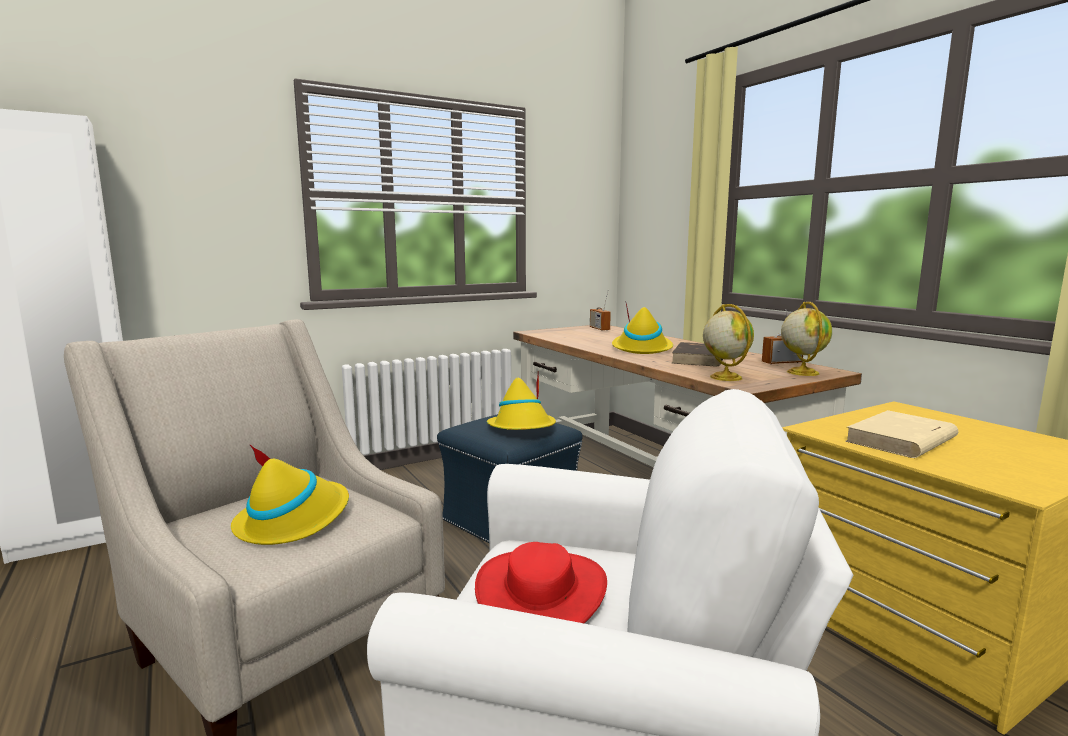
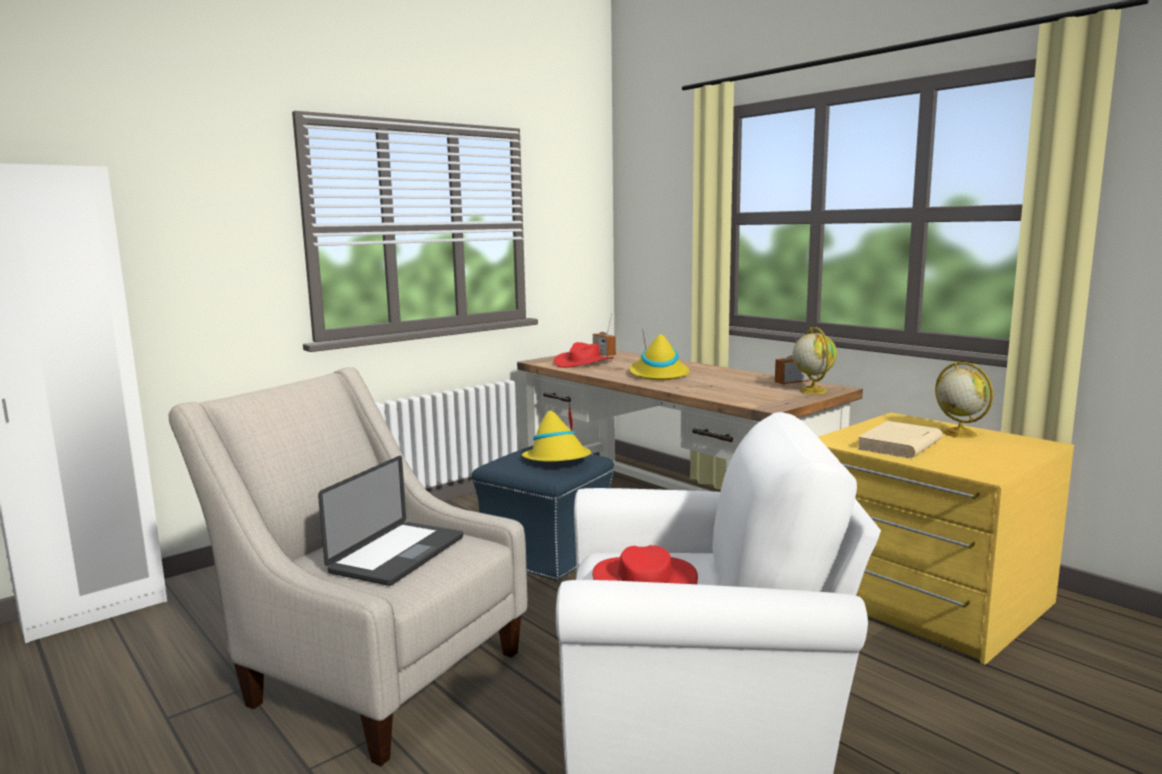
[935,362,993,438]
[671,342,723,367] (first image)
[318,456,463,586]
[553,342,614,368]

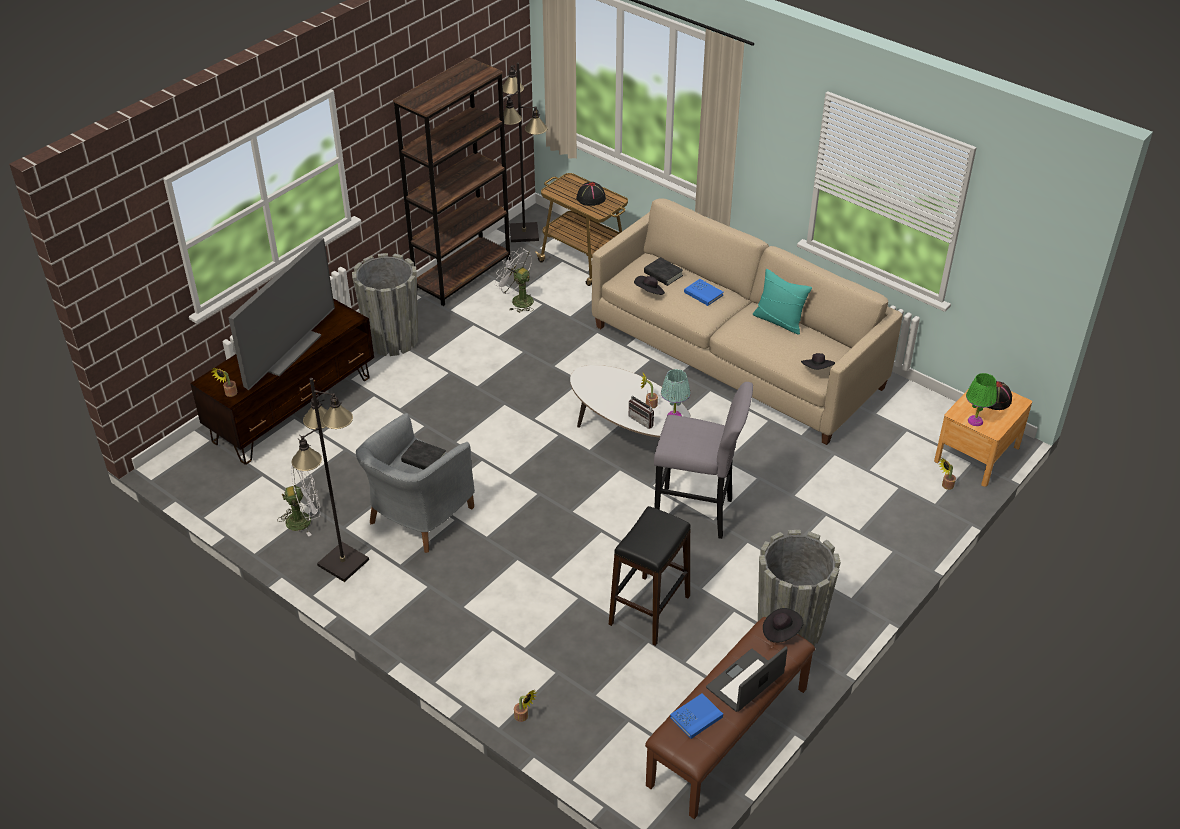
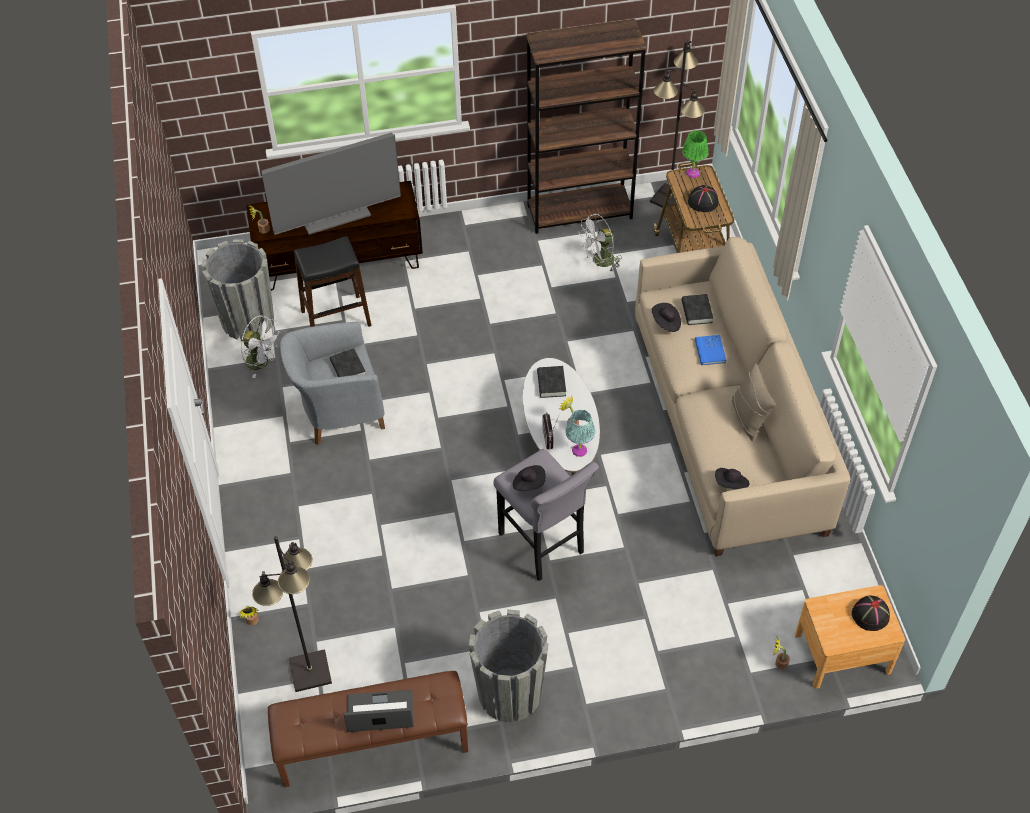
[579,214,622,271]
[201,239,274,340]
[732,362,776,441]
[682,130,709,178]
[252,536,332,692]
[294,236,372,327]
[512,465,546,491]
[670,693,723,739] (first image)
[537,366,566,398]

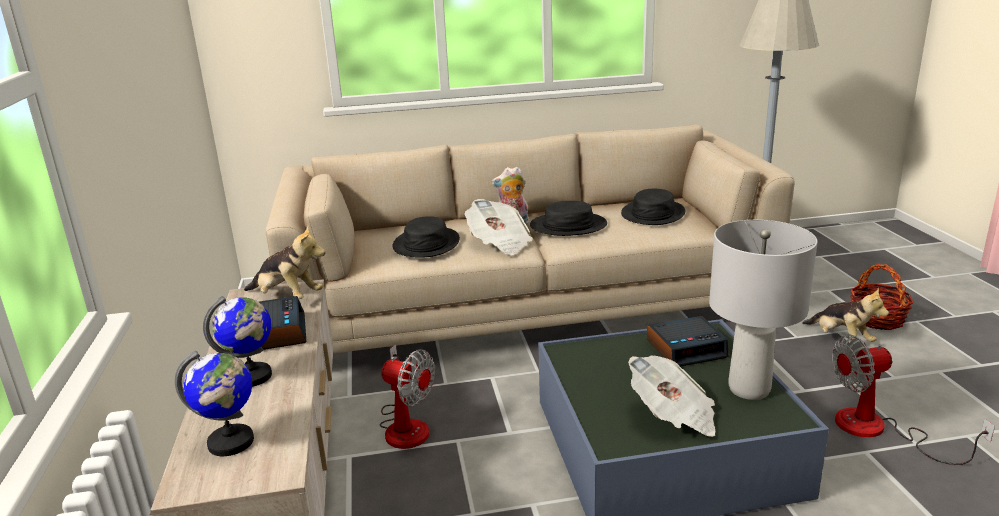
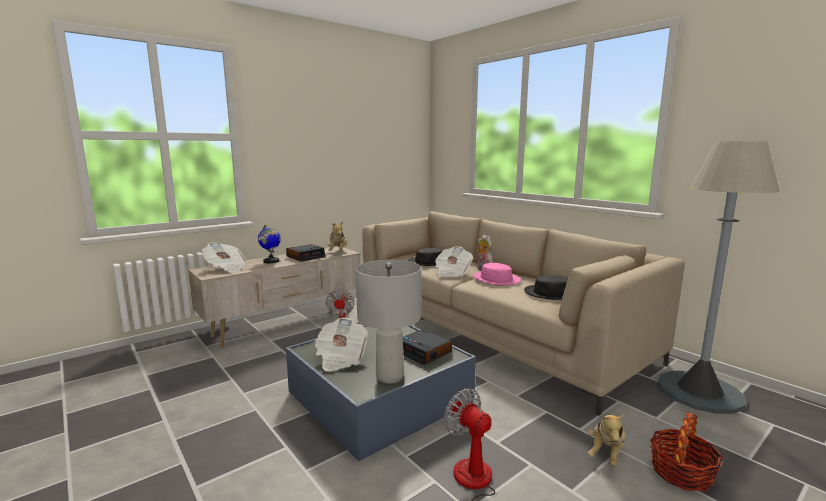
[473,263,521,285]
[202,242,248,273]

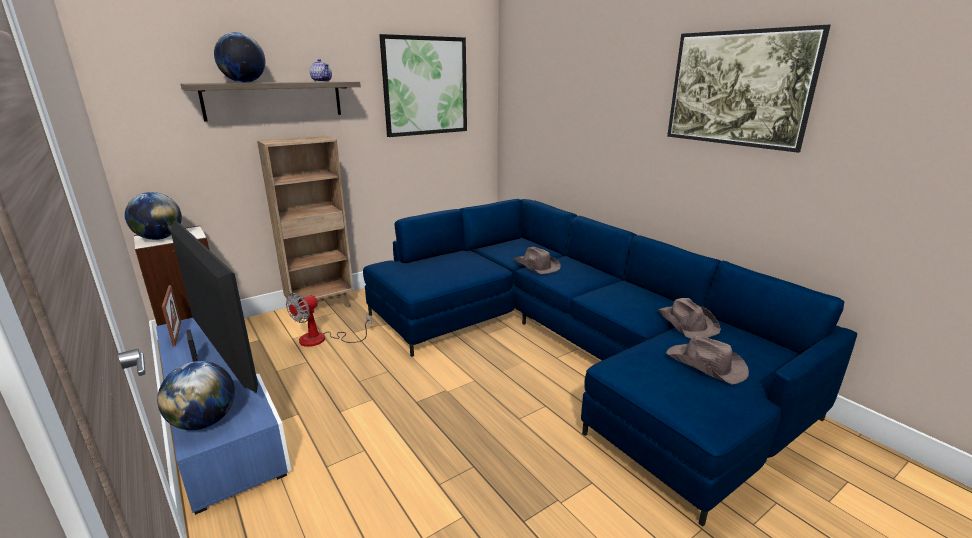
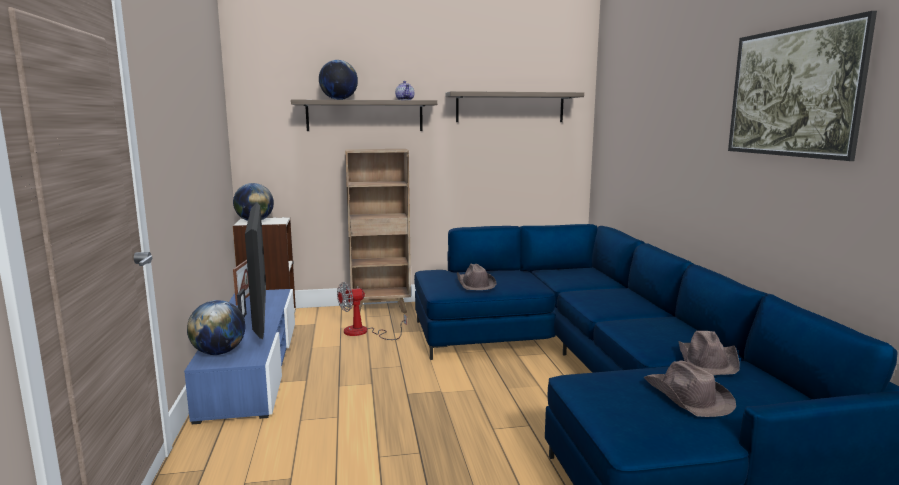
[445,91,584,122]
[457,263,496,290]

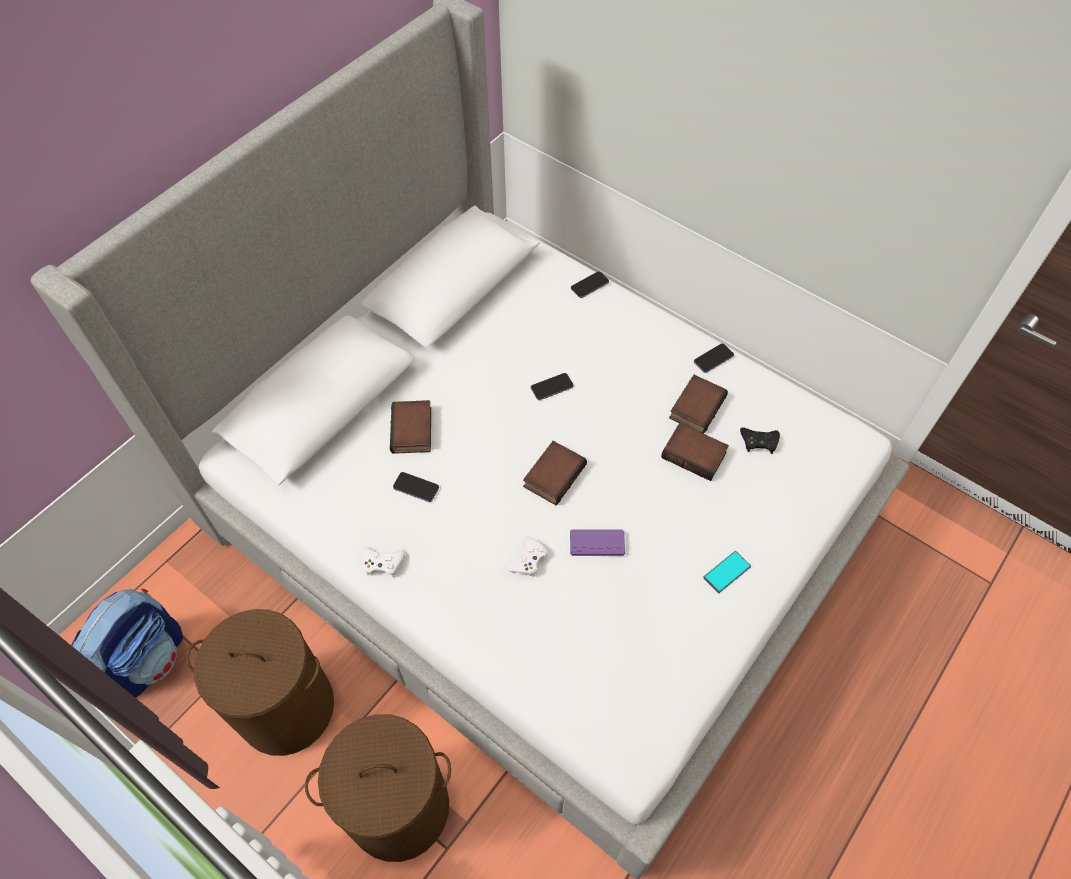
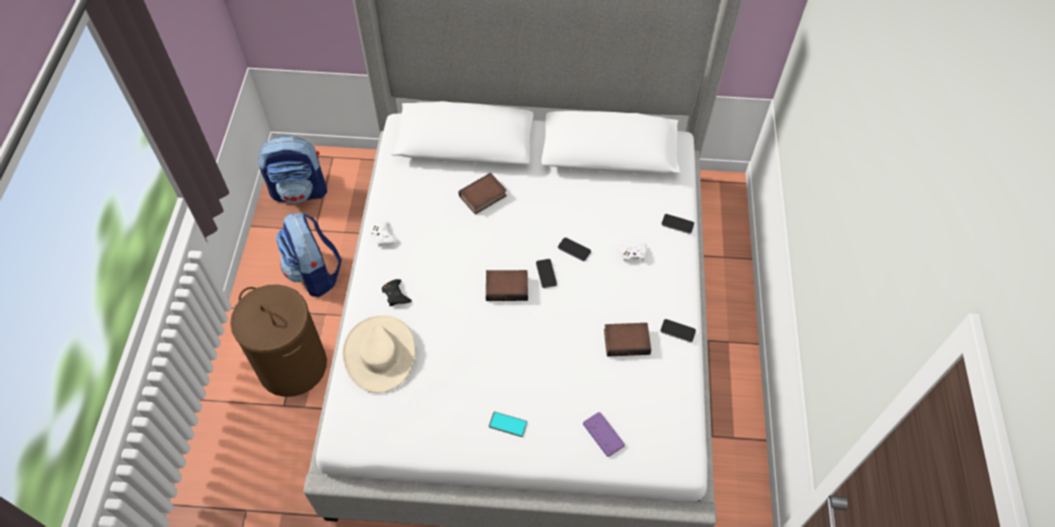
[661,423,729,481] (first image)
[382,279,412,306]
[536,259,557,288]
[583,412,625,457]
[617,243,647,263]
[276,213,342,297]
[342,315,416,393]

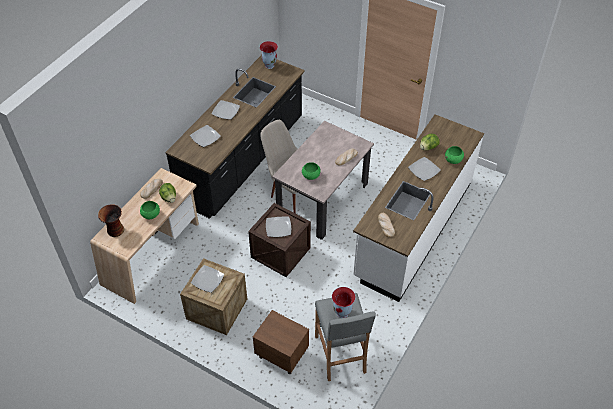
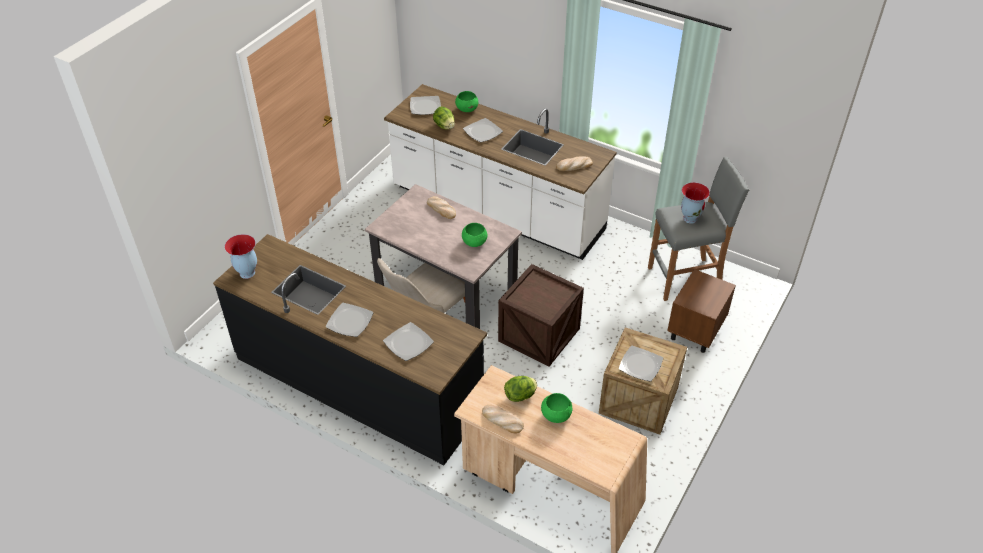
[98,204,124,237] (first image)
[410,96,441,115]

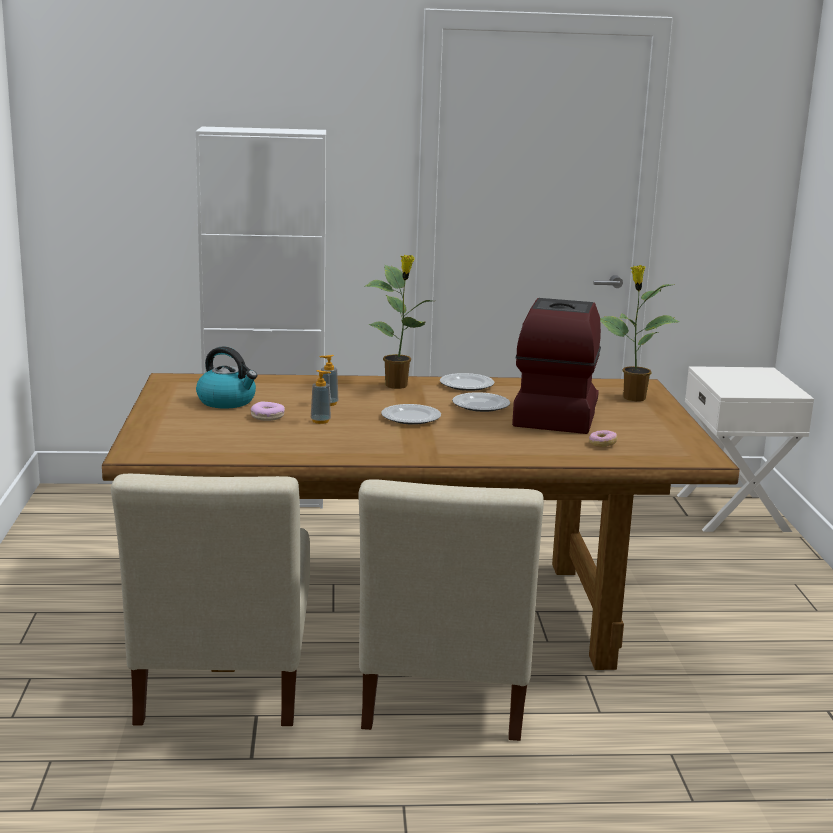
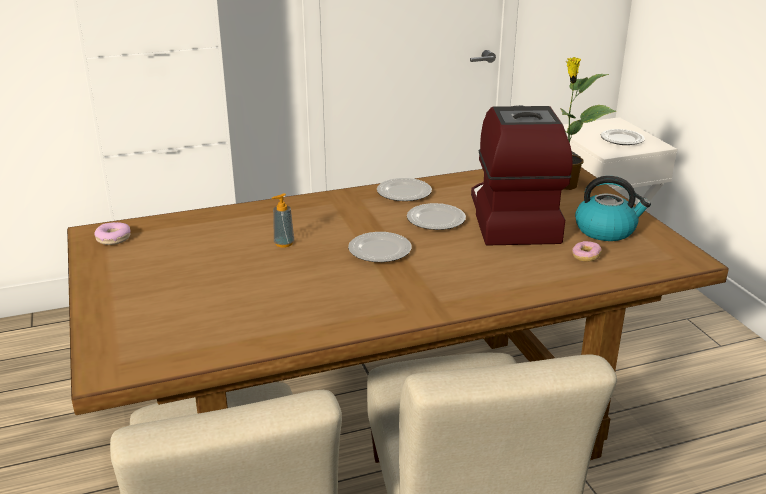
[365,254,431,389] (first image)
[575,176,651,241]
[311,370,331,424] (first image)
[95,222,131,245]
[601,129,645,145]

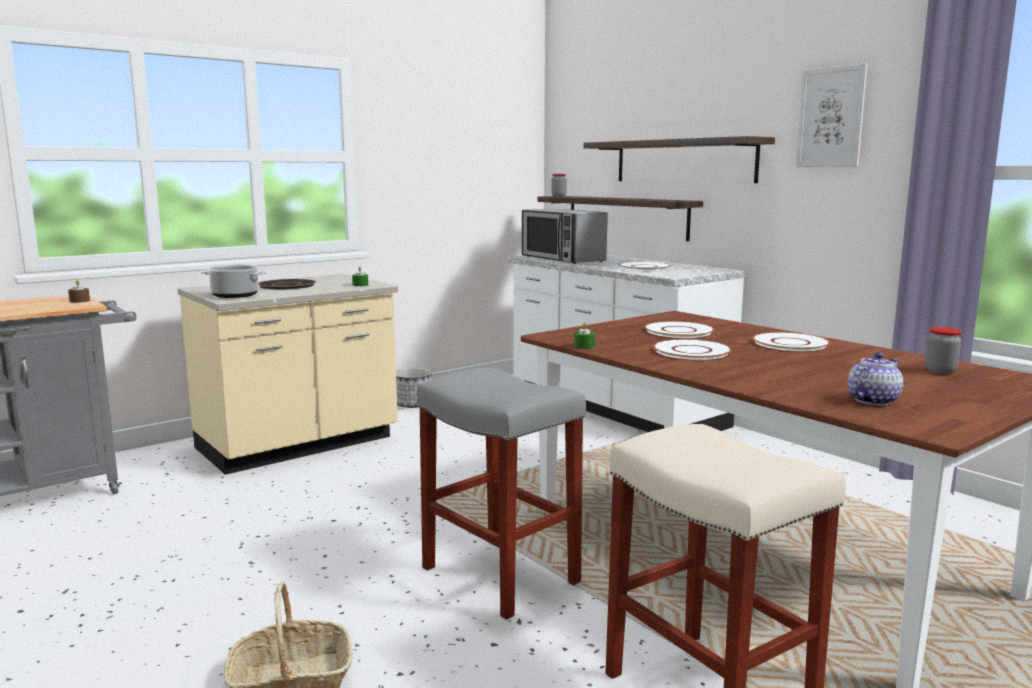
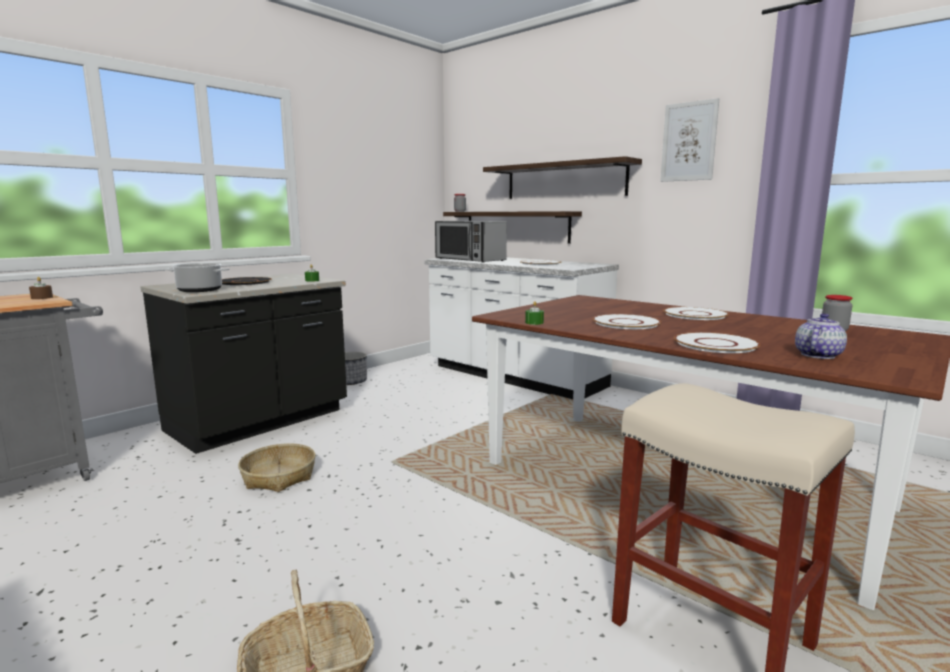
[141,274,347,454]
[674,332,760,353]
[417,368,586,620] (first image)
[238,443,316,492]

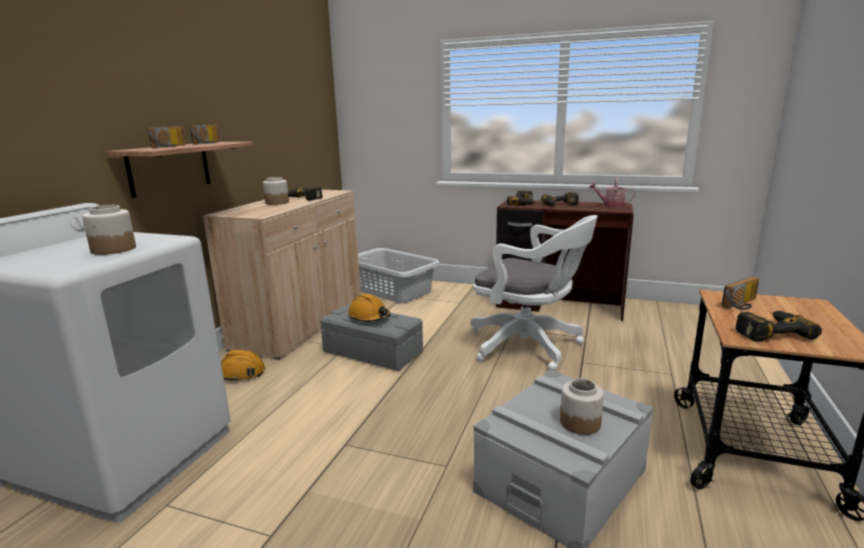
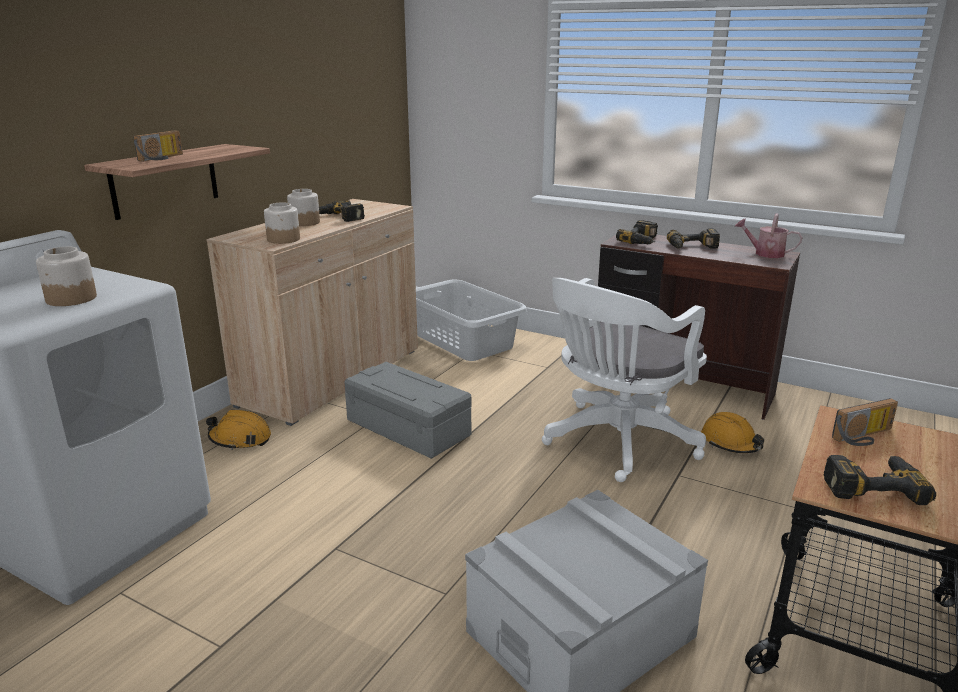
[190,125,220,145] (first image)
[542,278,707,482]
[701,412,764,453]
[264,202,300,244]

